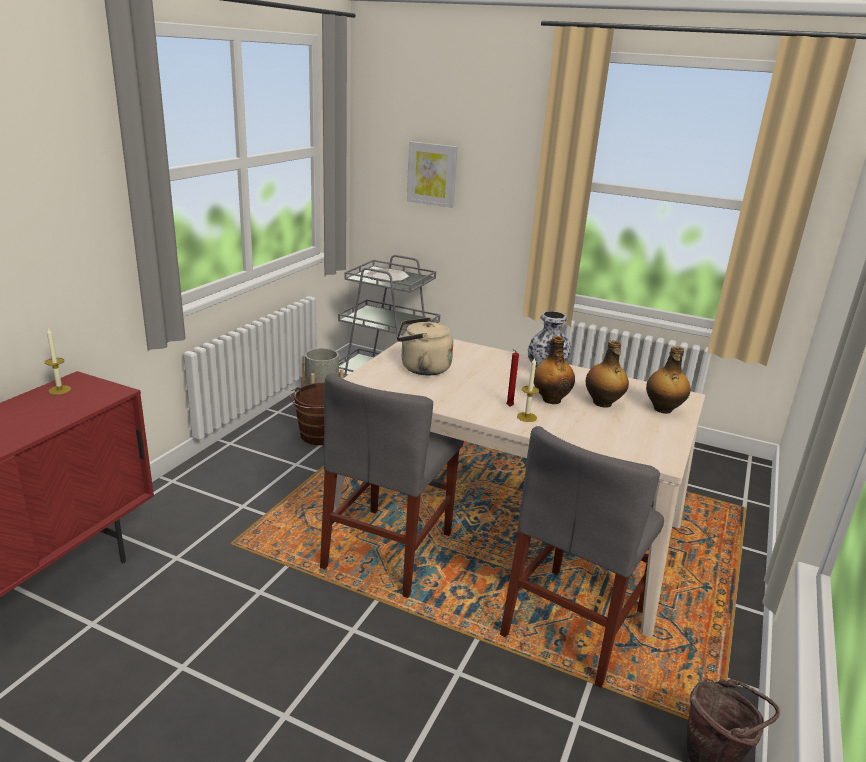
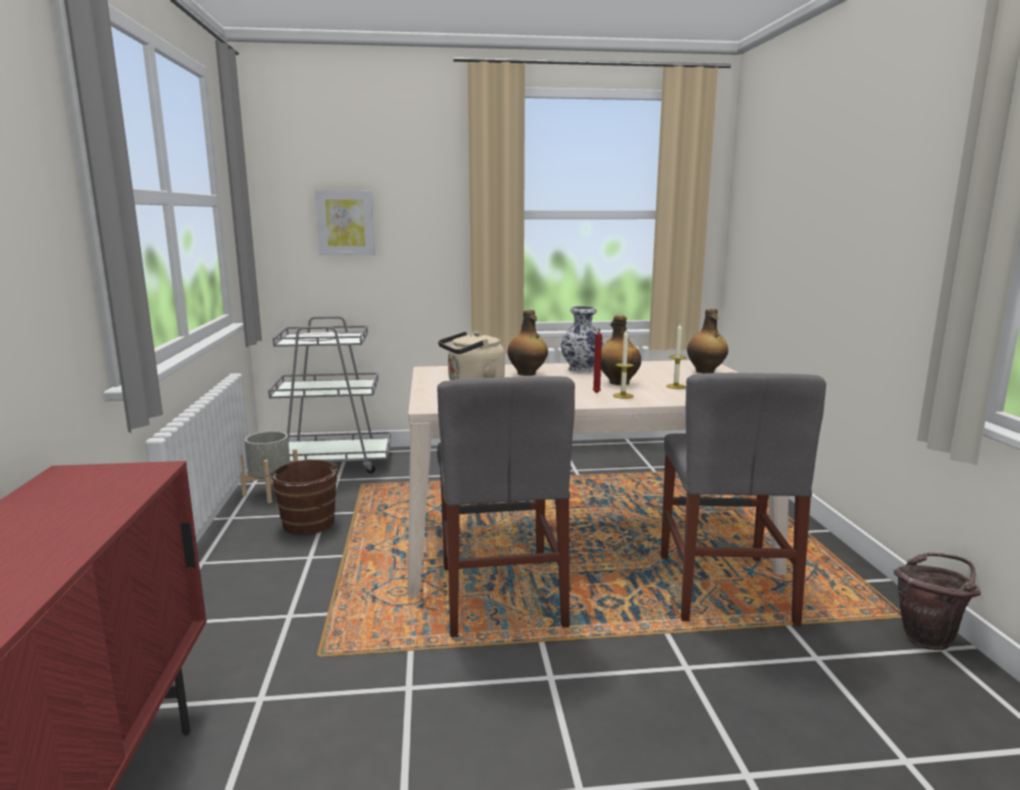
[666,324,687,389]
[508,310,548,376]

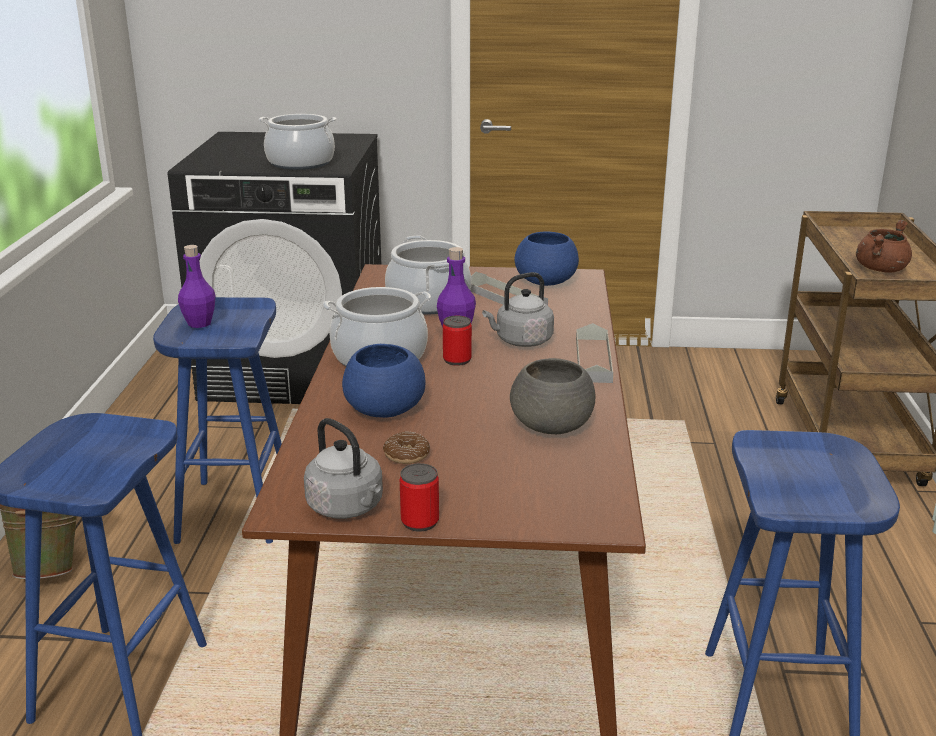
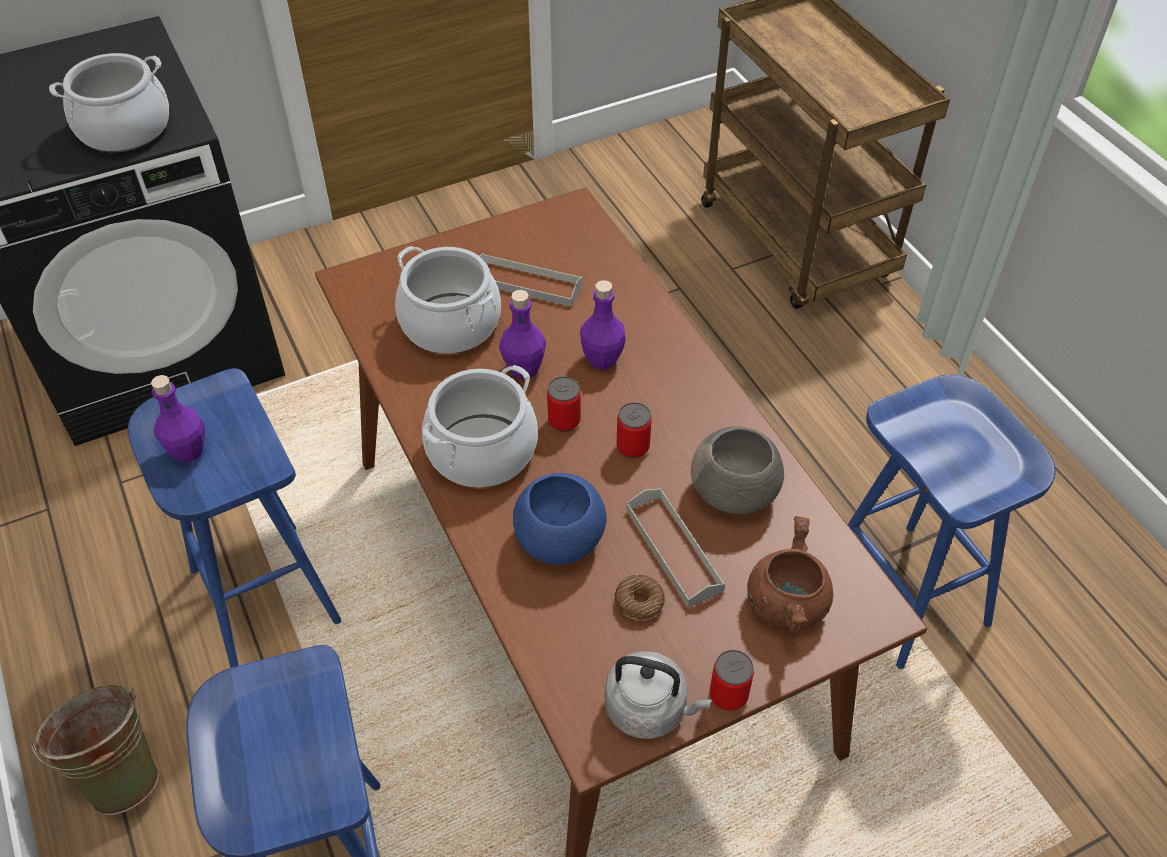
[747,516,833,632]
[515,232,579,286] (first image)
[580,280,626,370]
[626,489,725,607]
[616,402,652,458]

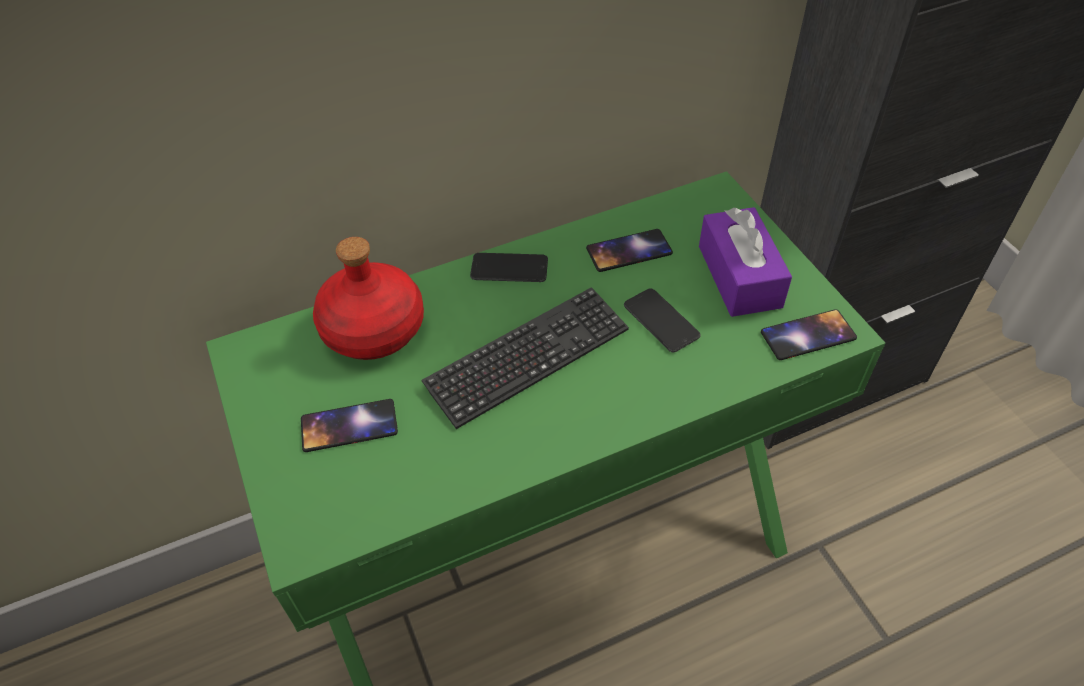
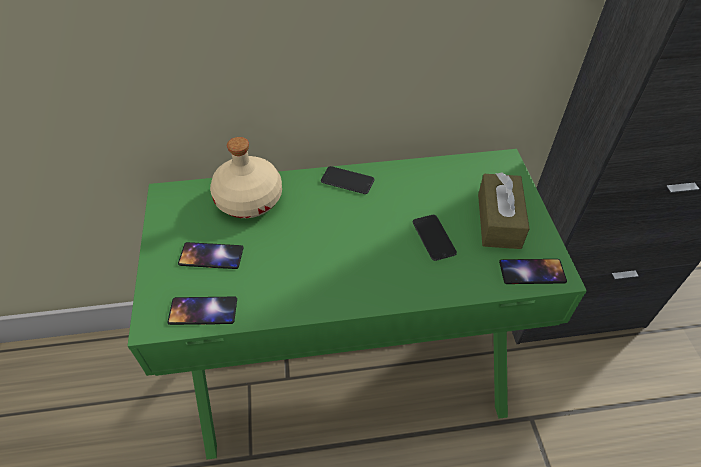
[478,172,530,249]
[167,297,237,325]
[210,137,282,218]
[421,287,629,429] (first image)

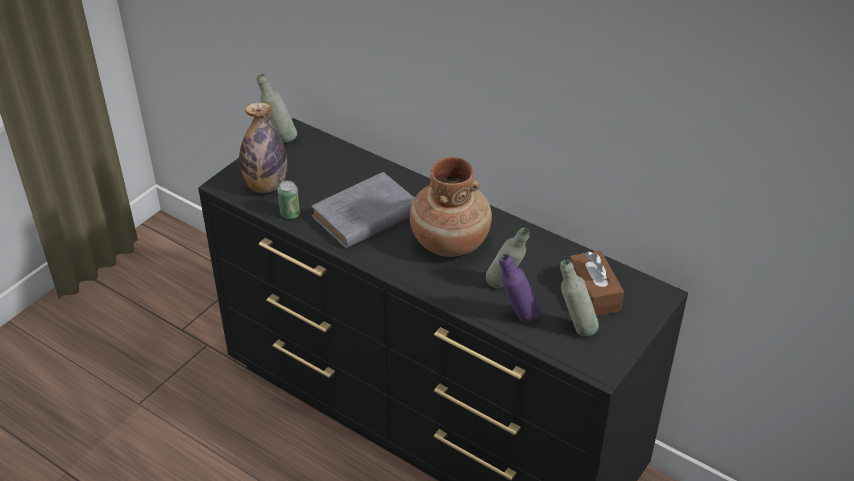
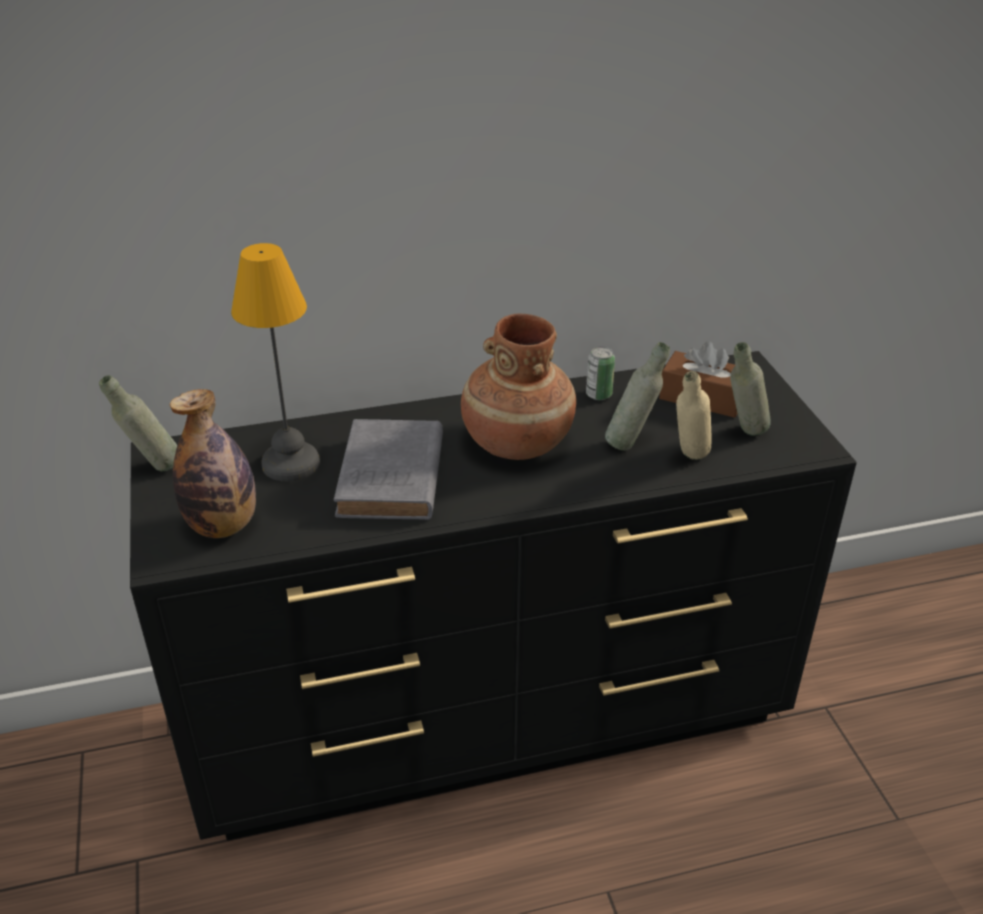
[586,346,615,400]
[676,371,711,460]
[231,243,320,481]

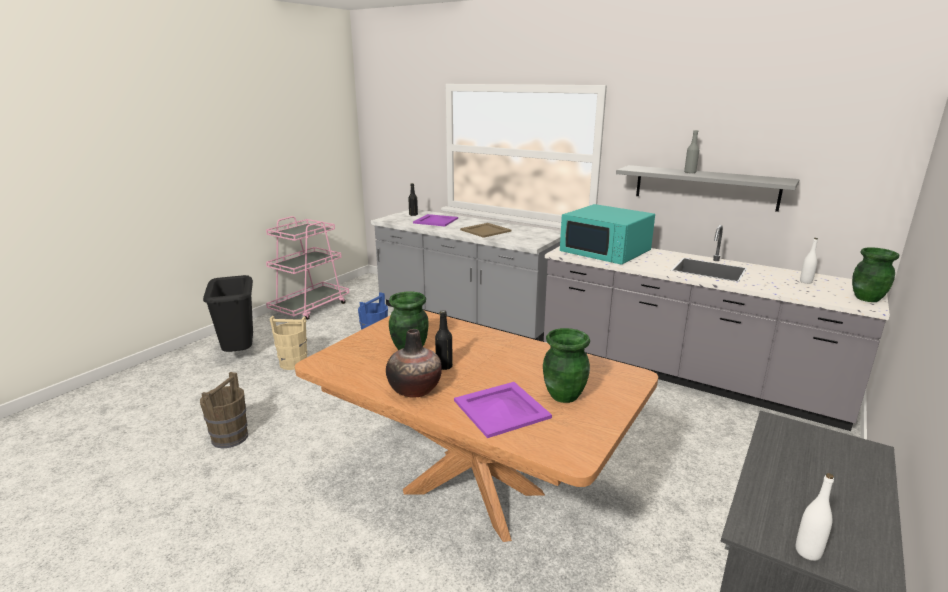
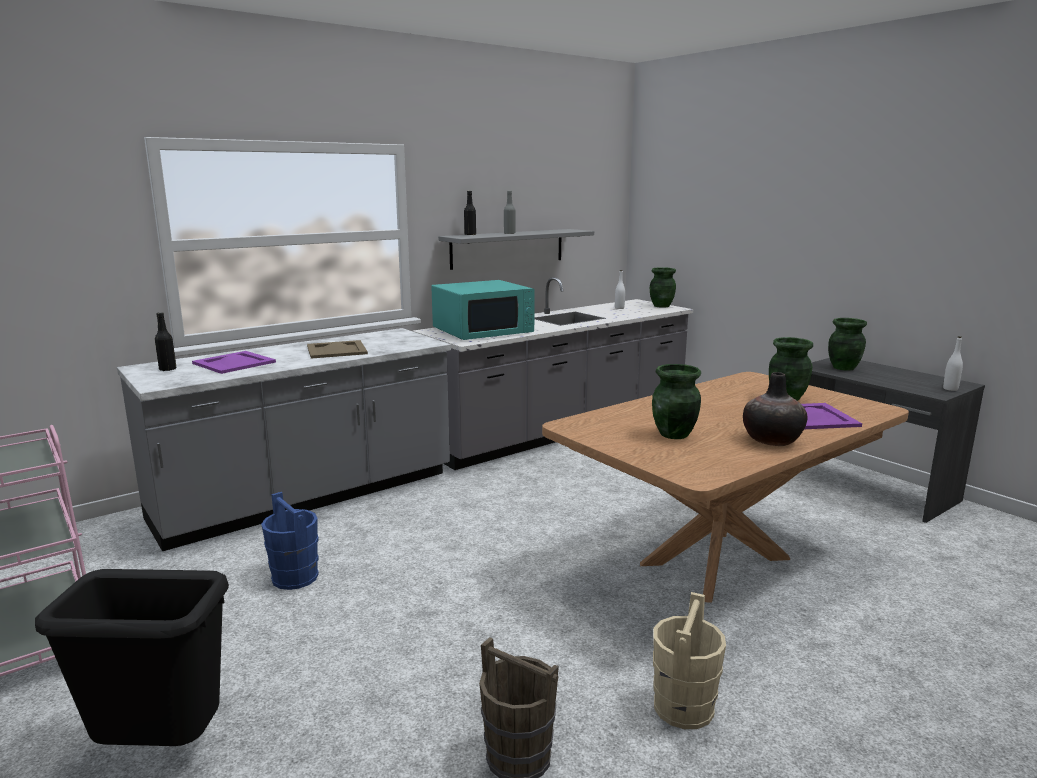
[464,191,476,235]
[653,592,726,729]
[828,318,867,371]

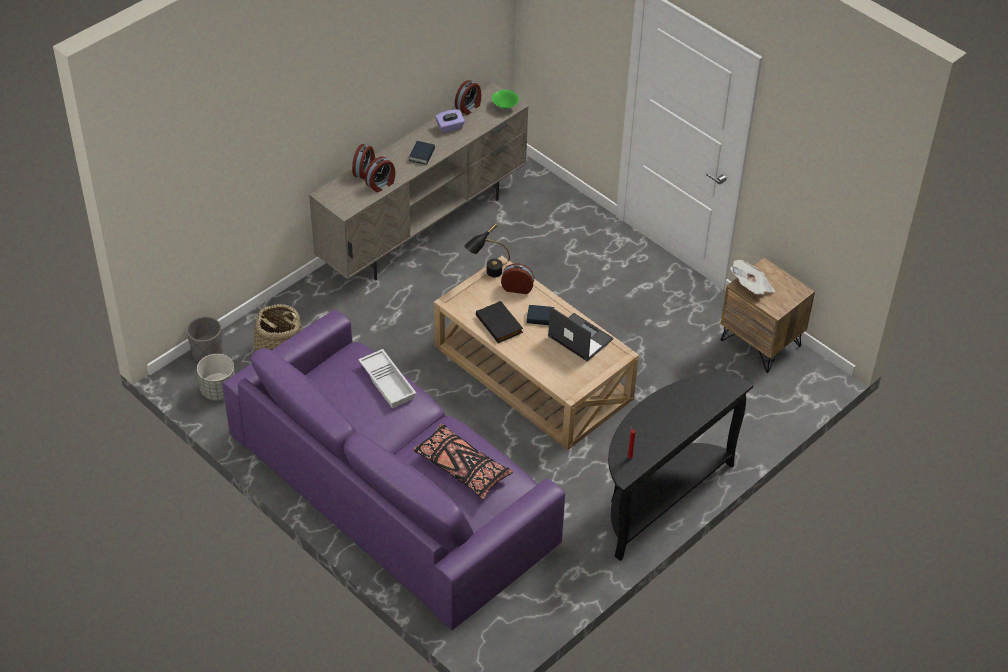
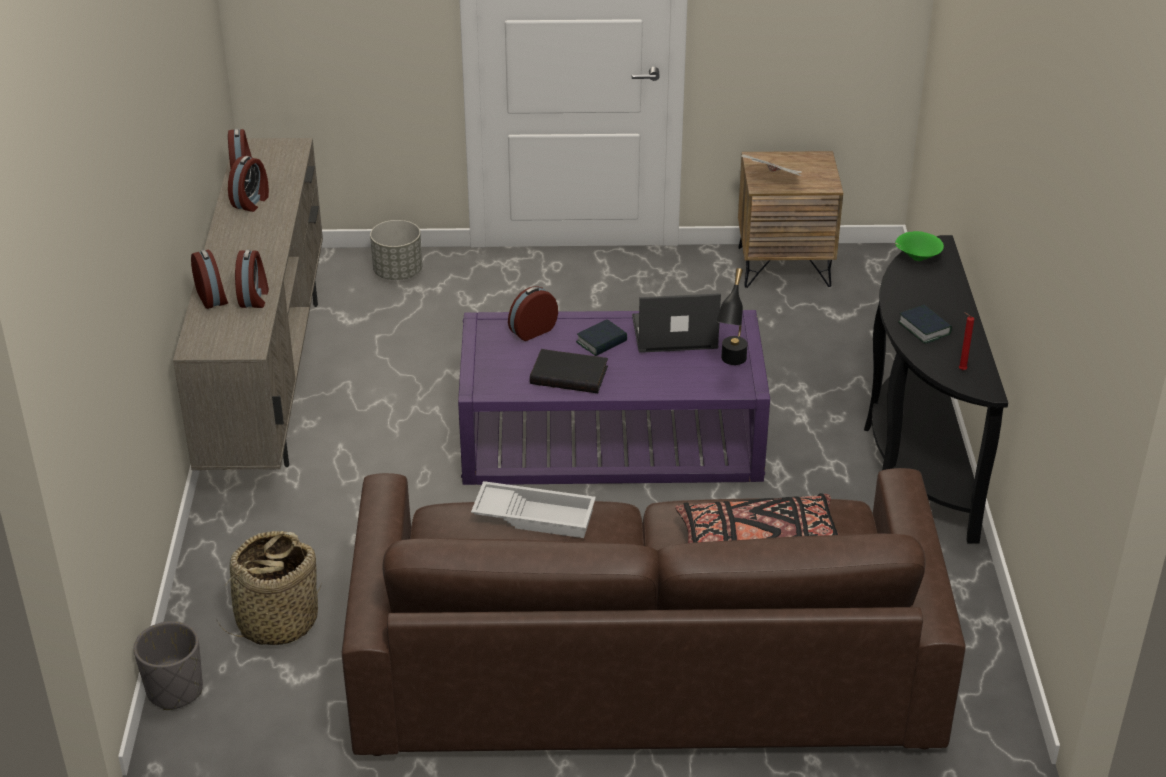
[895,231,944,261]
[228,156,269,212]
[898,304,952,344]
[716,268,748,365]
[458,310,770,485]
[342,468,966,756]
[370,220,422,280]

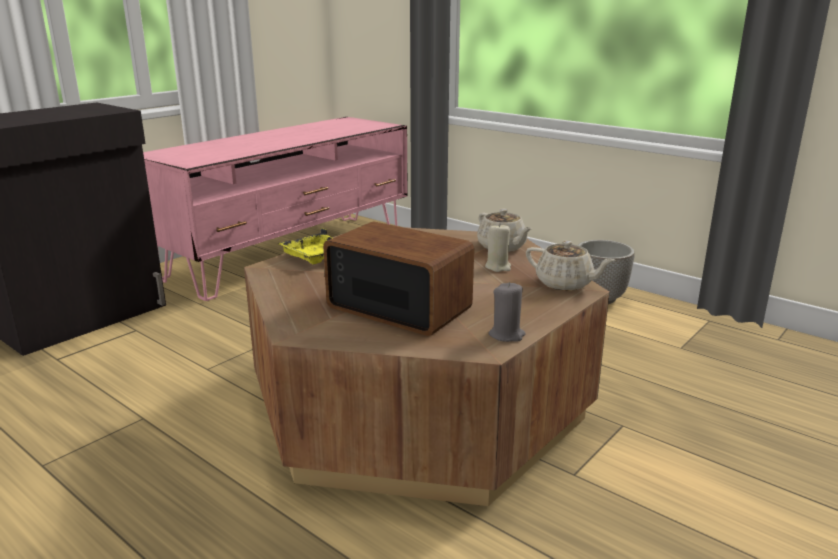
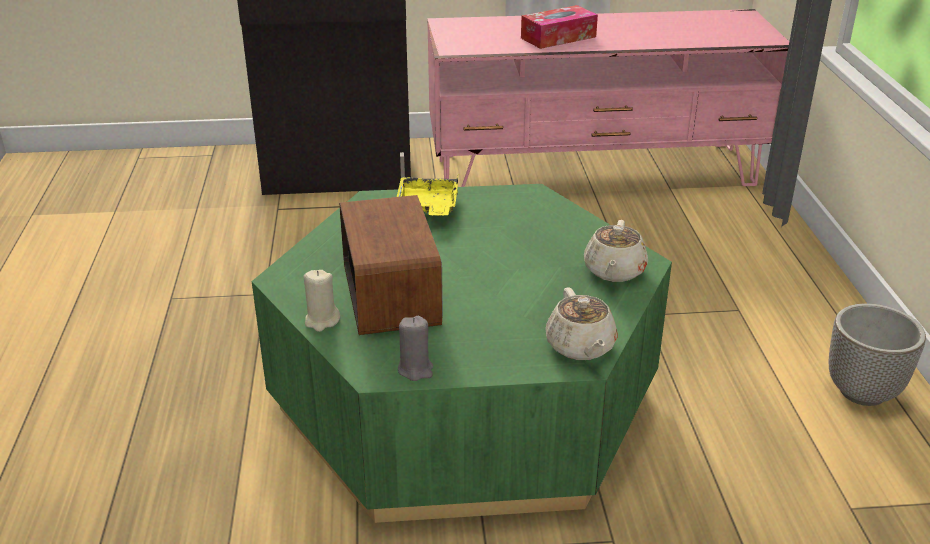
[304,270,340,332]
[252,184,672,523]
[521,5,598,49]

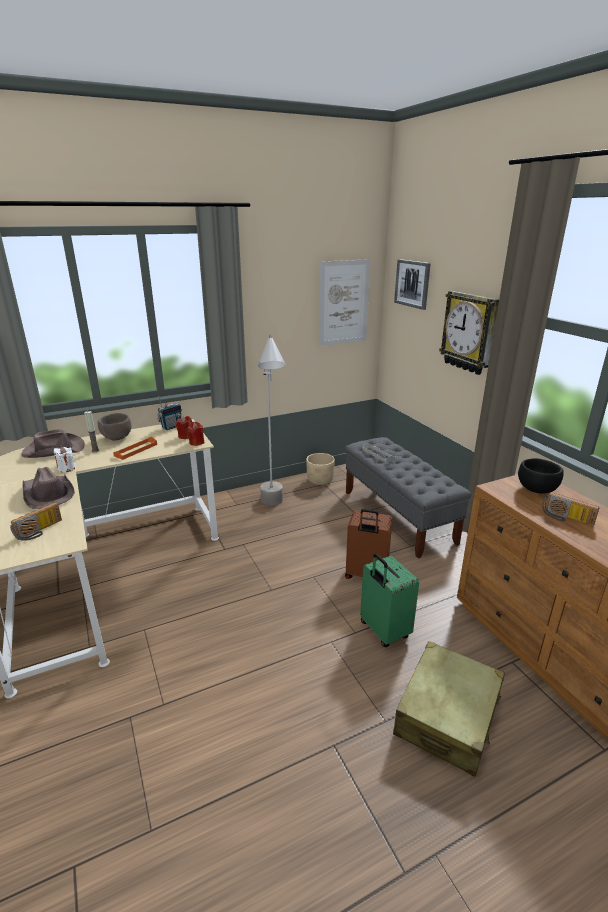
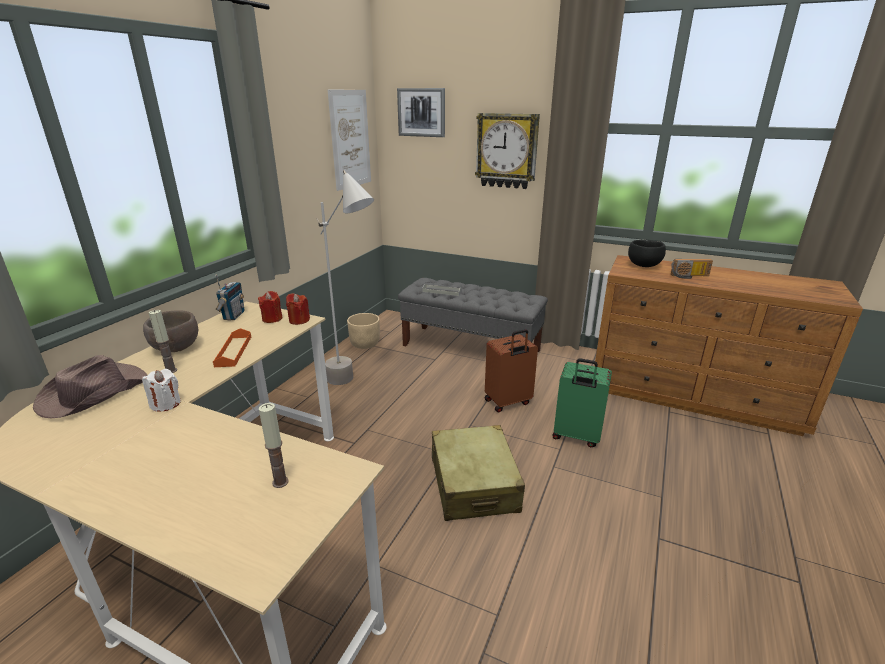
[22,467,75,509] (first image)
[259,403,289,488]
[432,425,525,521]

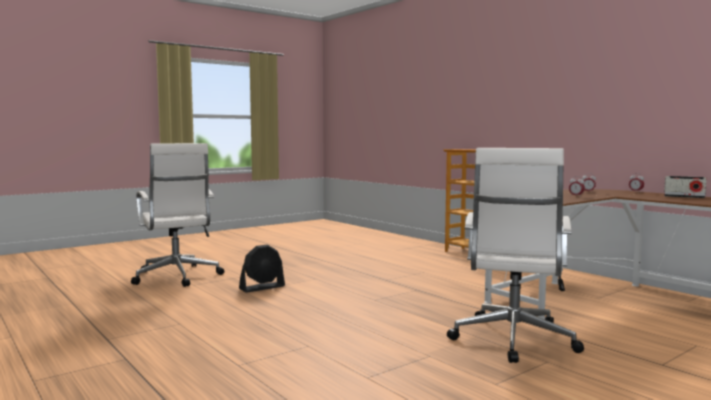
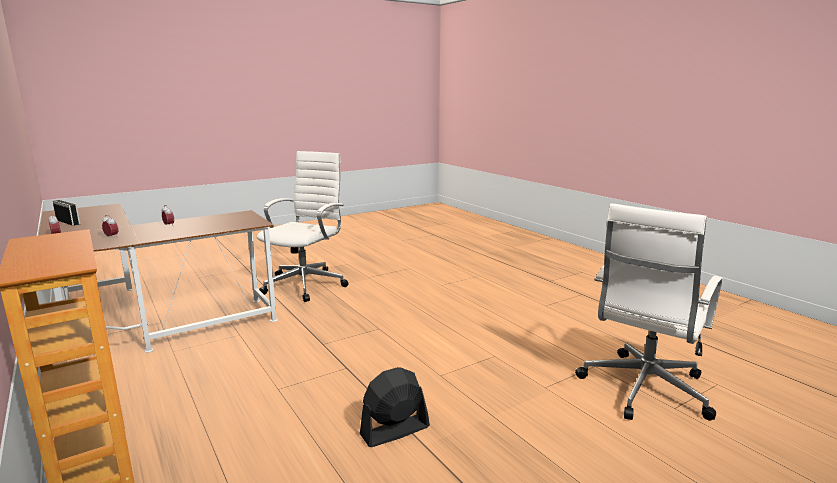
[575,203,723,420]
[360,367,430,447]

